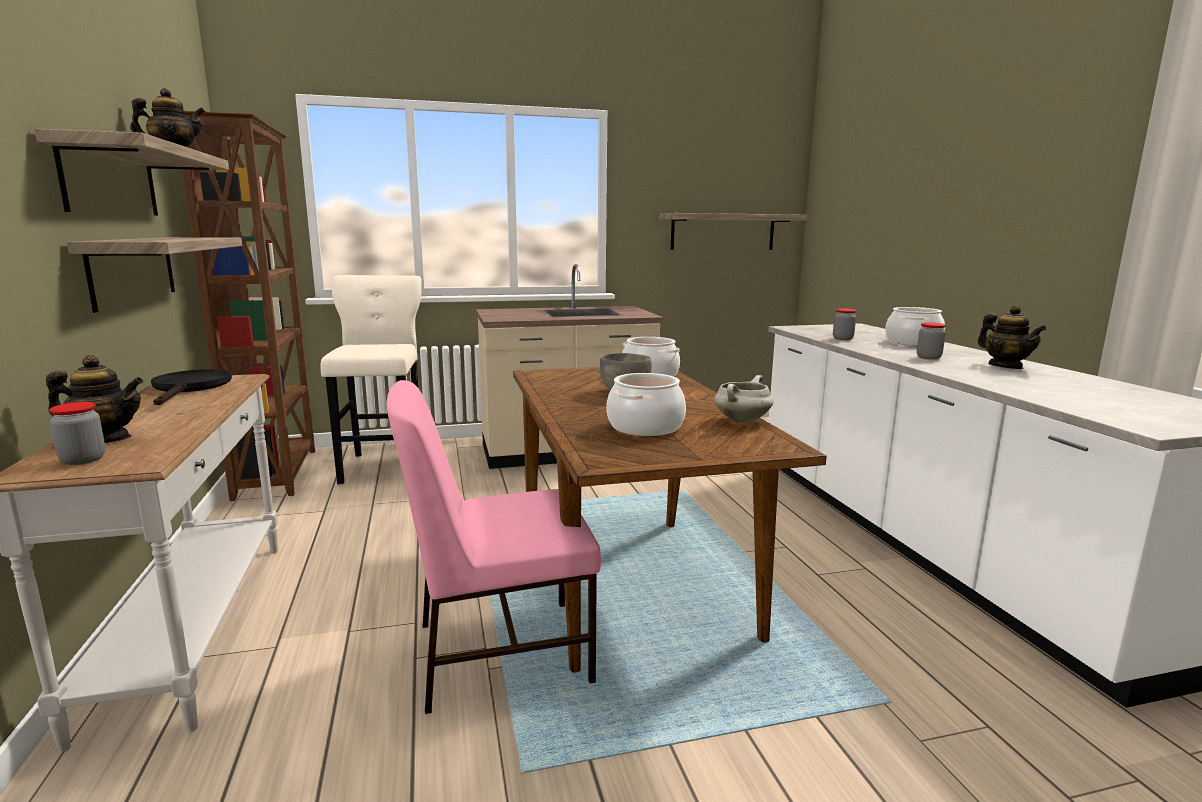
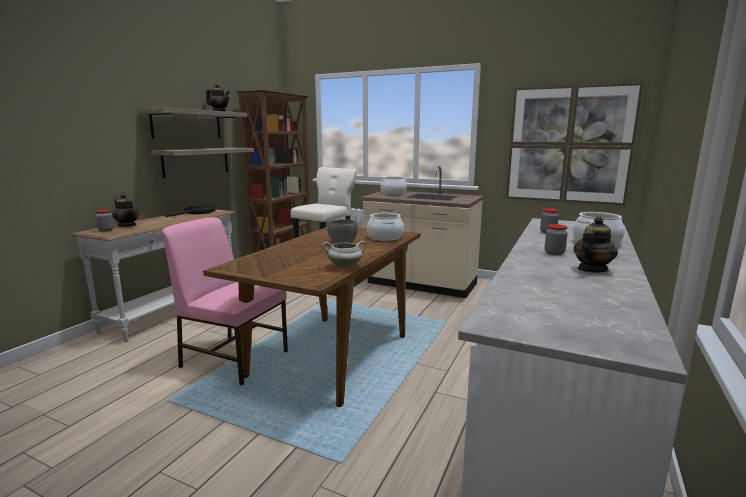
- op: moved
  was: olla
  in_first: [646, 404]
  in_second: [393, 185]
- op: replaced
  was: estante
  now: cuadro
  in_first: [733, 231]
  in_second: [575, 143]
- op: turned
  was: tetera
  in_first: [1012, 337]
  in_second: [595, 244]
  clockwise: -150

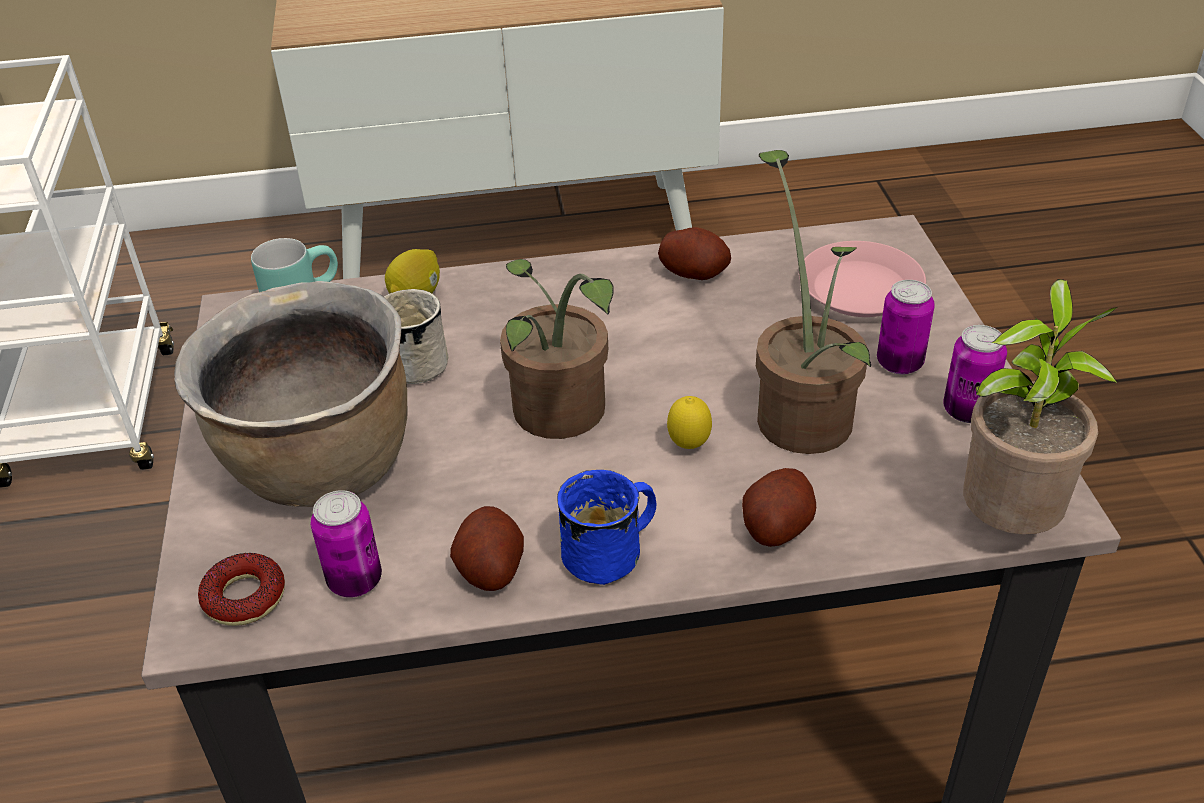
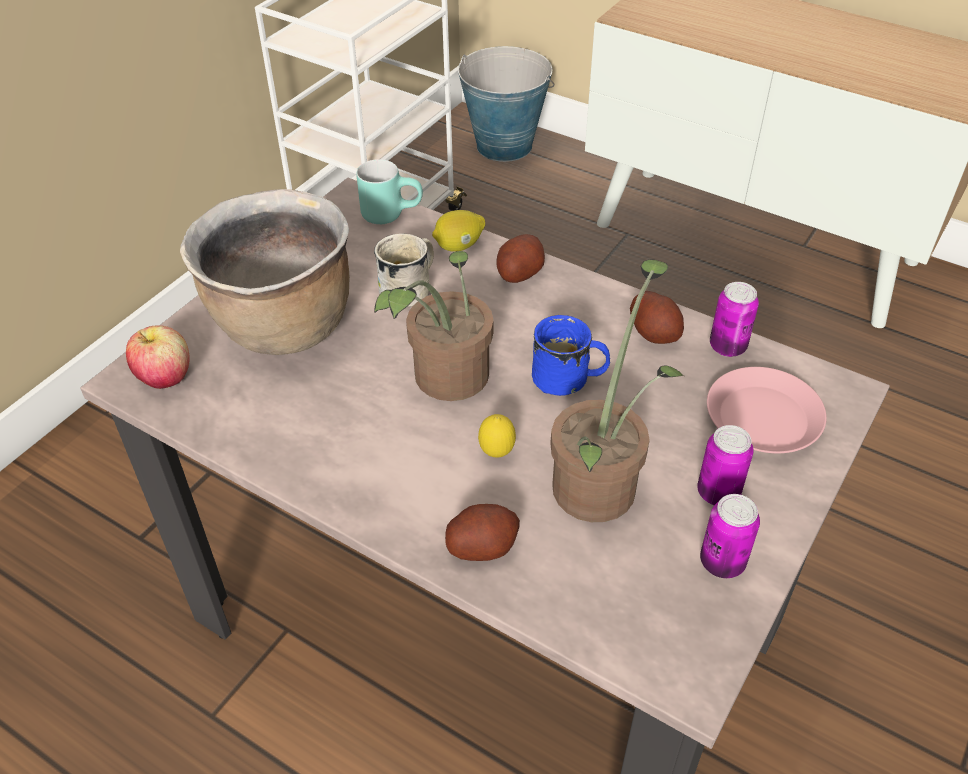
- op: replaced
  was: rosquilla
  now: manzana
  in_first: [241, 589]
  in_second: [158, 357]
- op: added
  now: cubo
  in_second: [506, 104]
- op: moved
  was: patata
  in_first: [487, 548]
  in_second: [520, 258]
- op: moved
  was: taza grande (azul)
  in_first: [606, 527]
  in_second: [571, 355]
- op: moved
  was: lata
  in_first: [346, 543]
  in_second: [734, 319]
- op: removed
  was: planta en maceta
  in_first: [1040, 407]

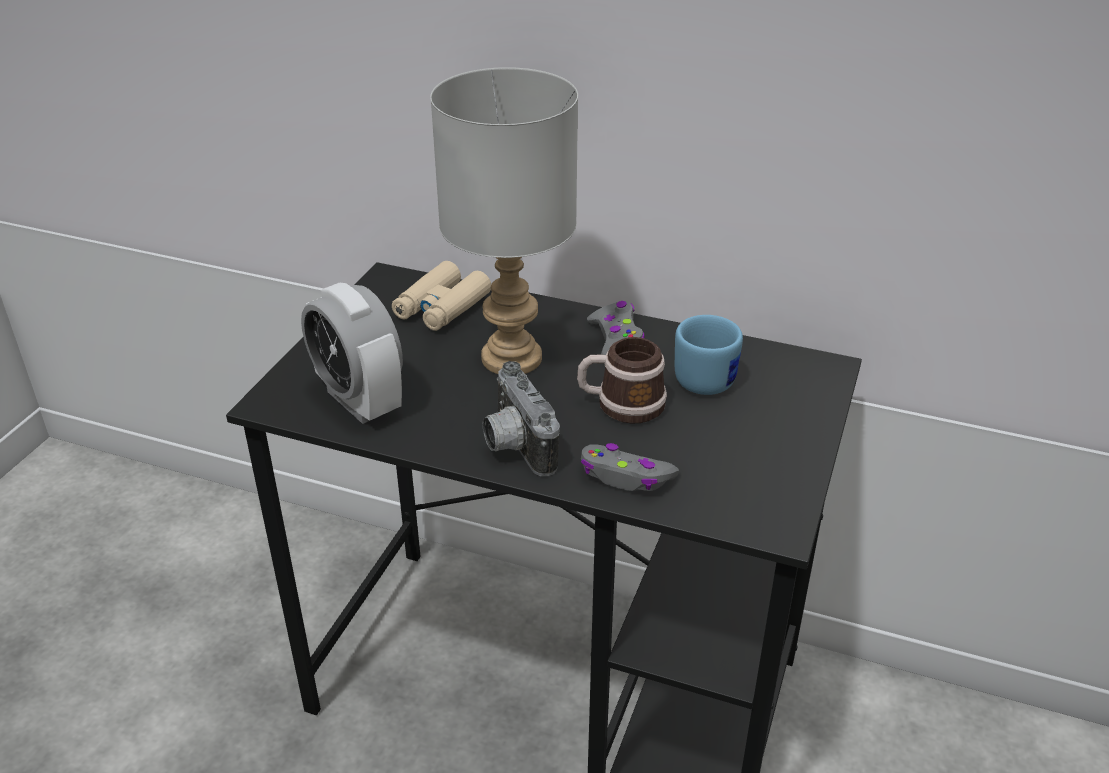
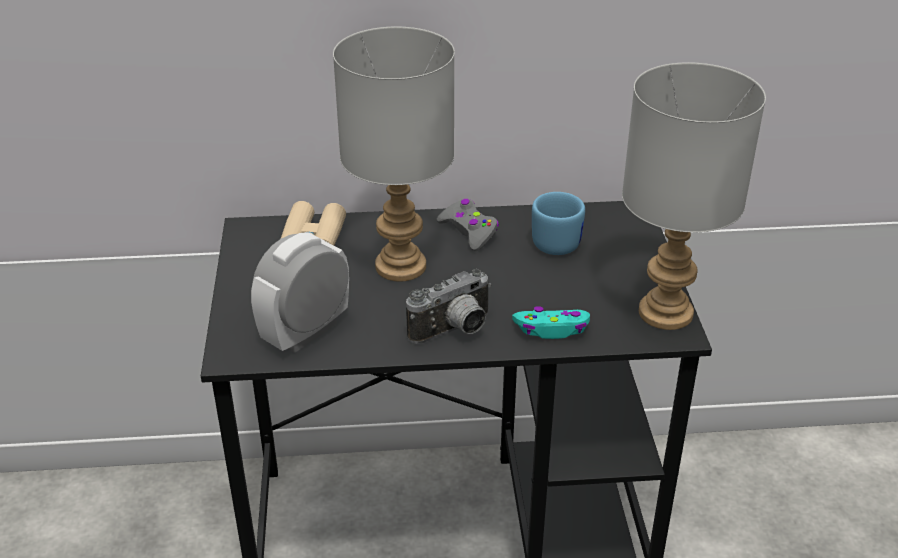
- op: turned
  was: despertador
  in_first: [352, 353]
  in_second: [300, 292]
  clockwise: 105
- op: turned
  was: cámara
  in_first: [521, 418]
  in_second: [448, 306]
  clockwise: -75
- op: recoloured
  was: mando de consola (gris)
  now: mando de consola (turquesa)
  in_first: [630, 467]
  in_second: [551, 323]
- op: added
  now: lámpara de mesa (gris)
  in_second: [694, 196]
- op: removed
  was: taza grande
  in_first: [622, 380]

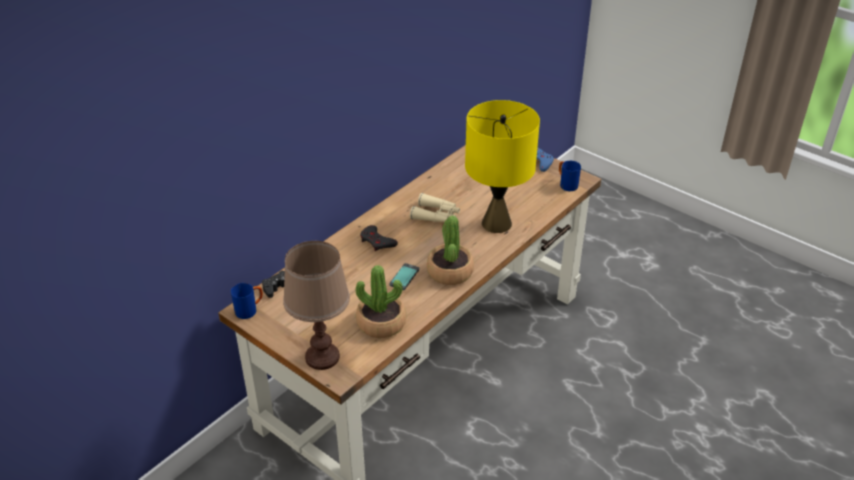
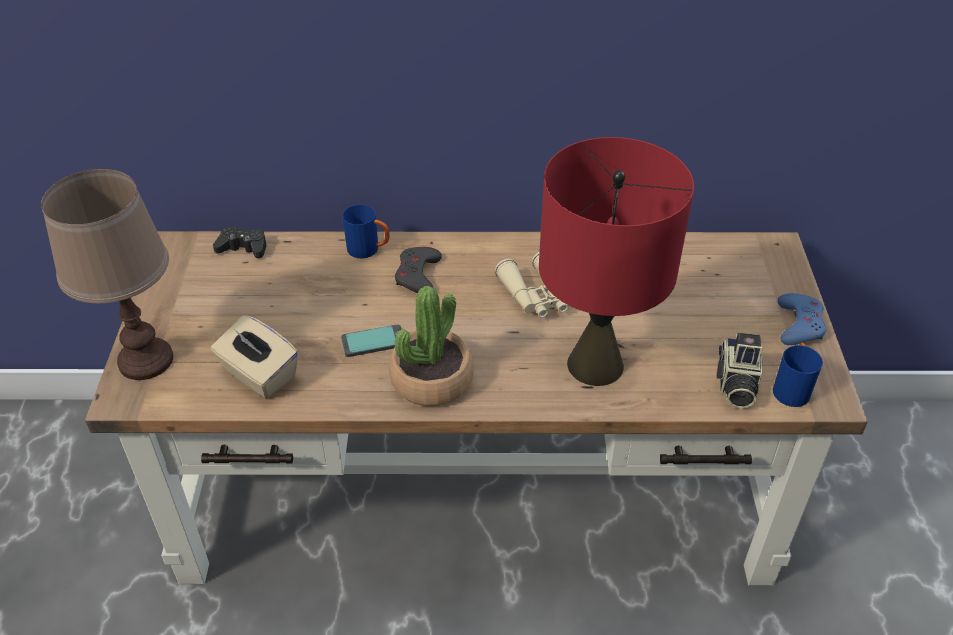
- op: replaced
  was: planta en maceta
  now: caja de pañuelos (beis)
  in_first: [381, 301]
  in_second: [255, 356]
- op: moved
  was: taza grande (azul)
  in_first: [247, 301]
  in_second: [366, 231]
- op: recoloured
  was: lámpara de mesa (amarillo)
  now: lámpara de mesa (rojo)
  in_first: [502, 166]
  in_second: [616, 261]
- op: added
  now: cámara
  in_second: [739, 370]

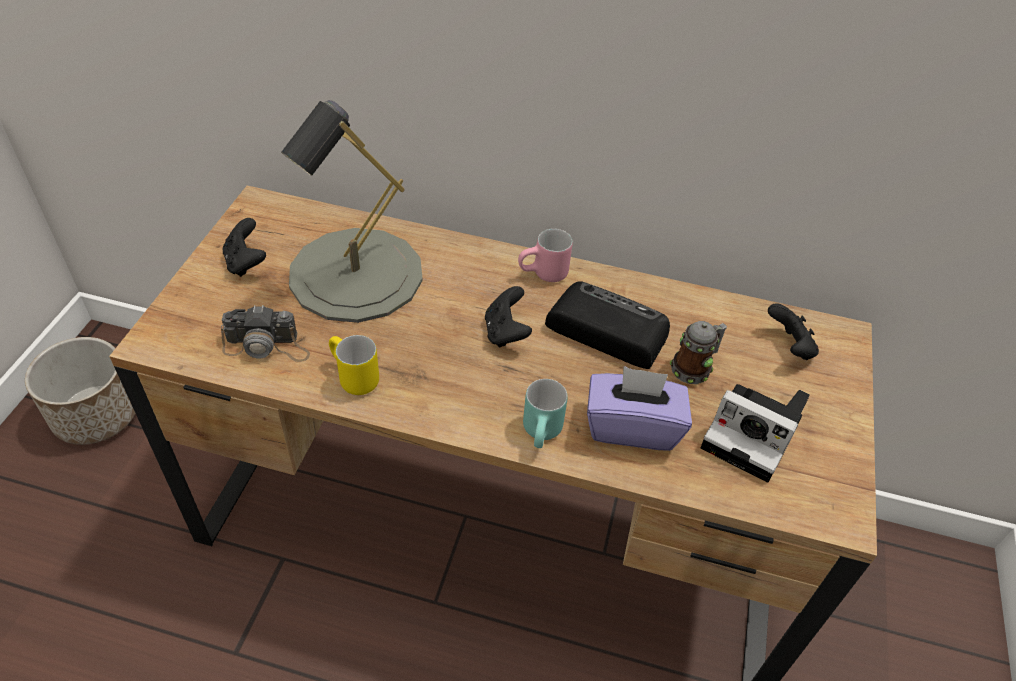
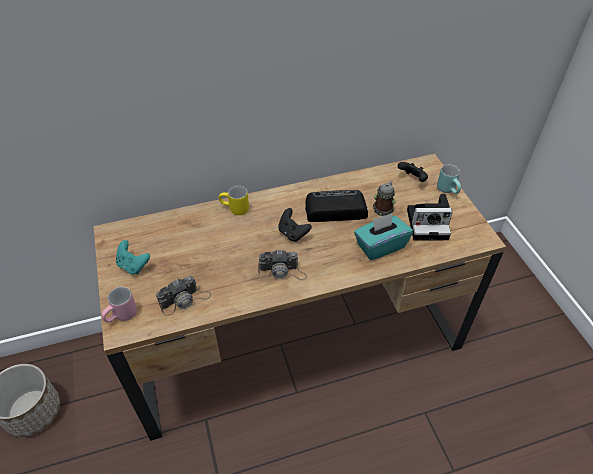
- op: moved
  was: taza grande (rosa)
  in_first: [545, 255]
  in_second: [119, 304]
- op: recoloured
  was: mando de consola (negro)
  now: mando de consola (turquesa)
  in_first: [244, 247]
  in_second: [133, 257]
- op: moved
  was: taza grande (amarillo)
  in_first: [354, 365]
  in_second: [234, 200]
- op: added
  now: cámara
  in_second: [282, 265]
- op: recoloured
  was: caja de pañuelos (morado)
  now: caja de pañuelos (turquesa)
  in_first: [639, 408]
  in_second: [383, 236]
- op: moved
  was: taza grande (turquesa)
  in_first: [545, 413]
  in_second: [449, 179]
- op: removed
  was: lámpara de mesa (gris)
  in_first: [352, 211]

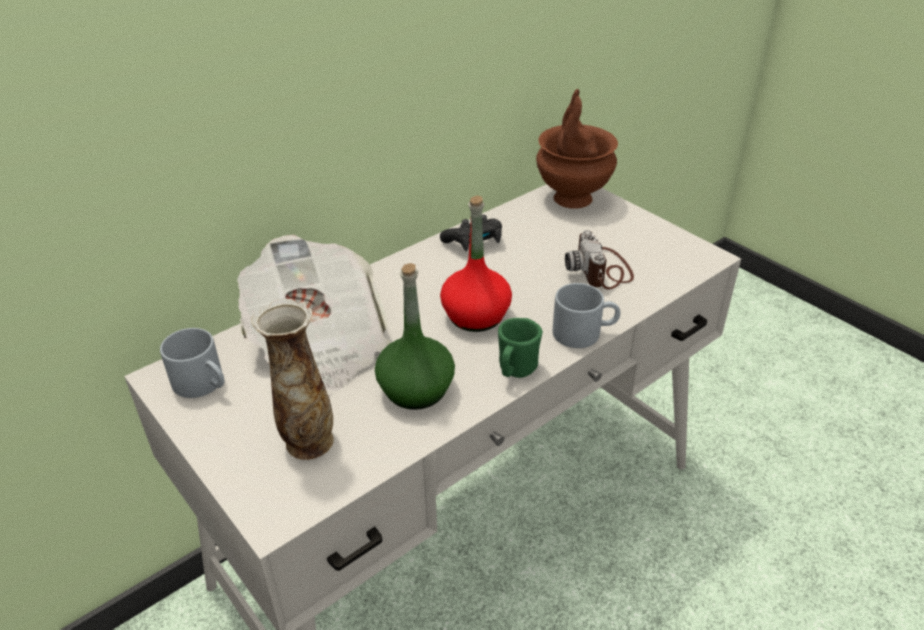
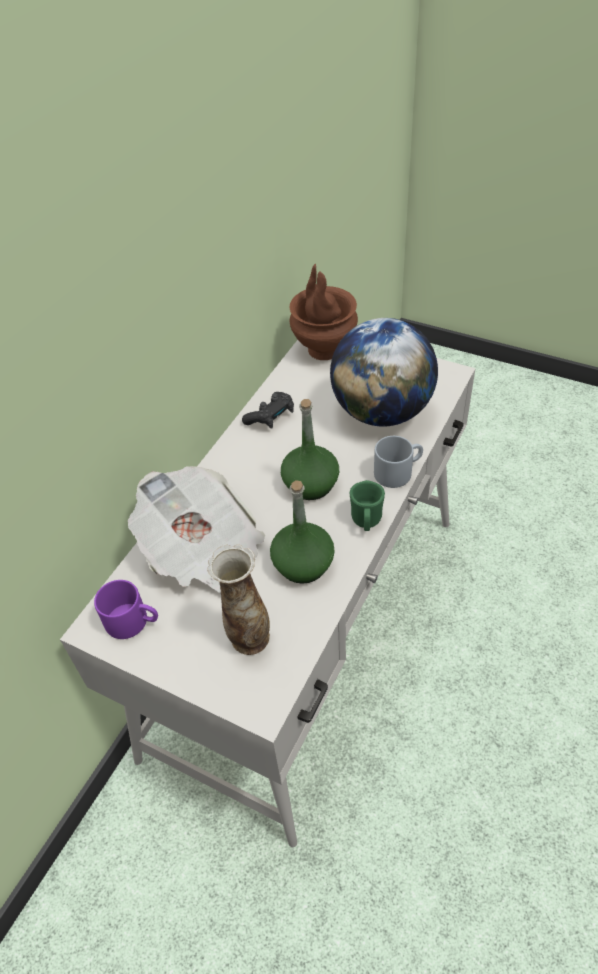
- op: recoloured
  was: taza grande (gris)
  now: taza grande (morado)
  in_first: [192, 363]
  in_second: [126, 609]
- op: recoloured
  was: botella (rojo)
  now: botella (verde)
  in_first: [476, 264]
  in_second: [310, 449]
- op: replaced
  was: cámara
  now: globo terráqueo
  in_first: [599, 260]
  in_second: [384, 372]

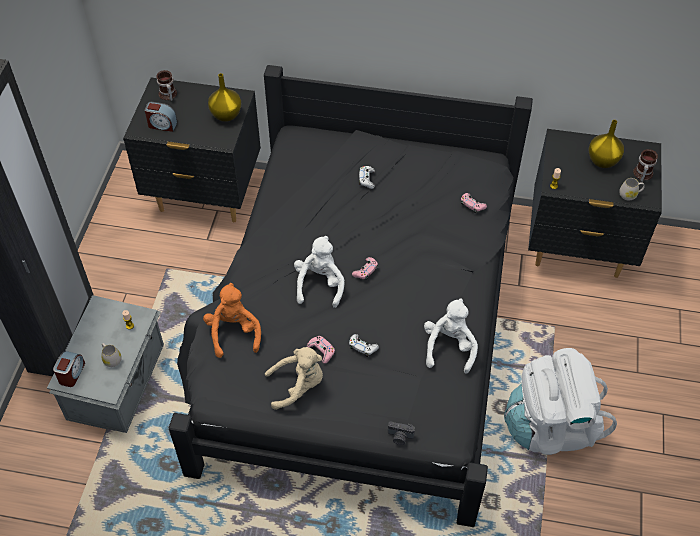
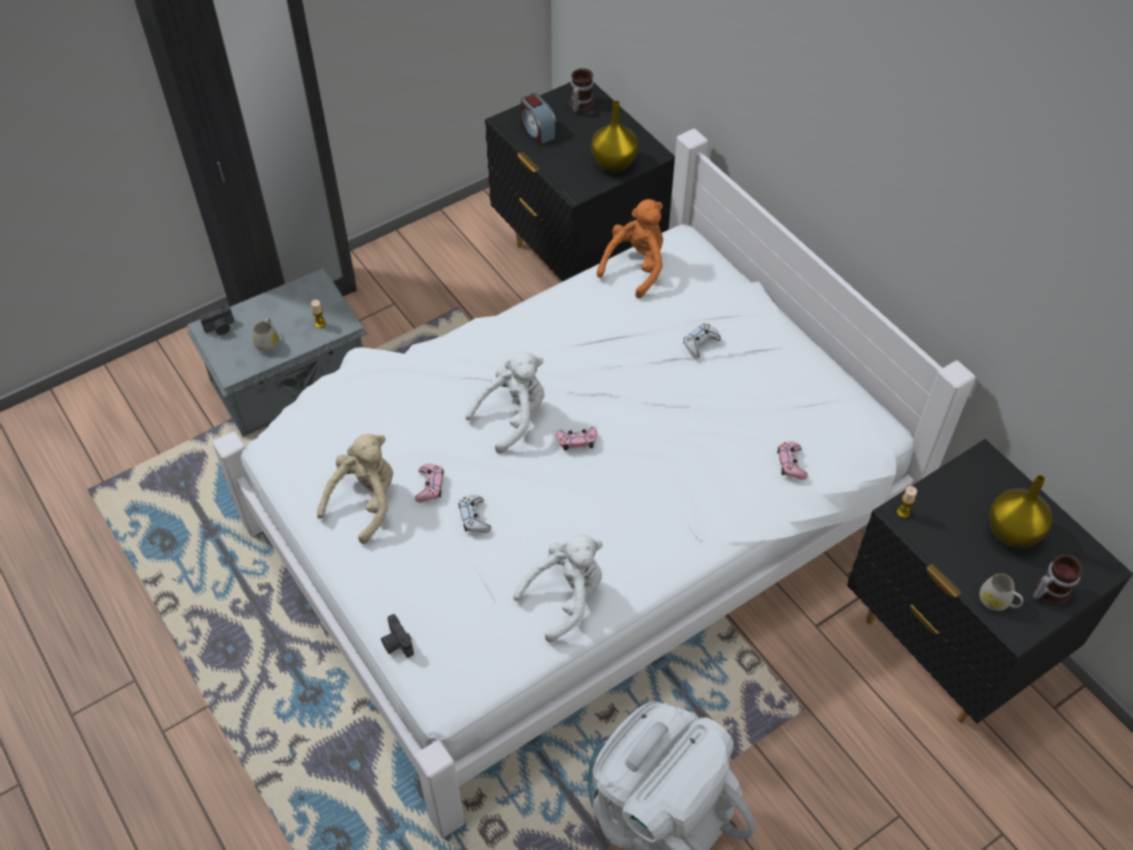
- op: replaced
  was: despertador
  now: cámara
  in_first: [69, 369]
  in_second: [217, 320]
- op: recoloured
  was: cama (negro)
  now: cama (blanco)
  in_first: [351, 296]
  in_second: [594, 483]
- op: turned
  was: peluche (beis)
  in_first: [294, 378]
  in_second: [355, 489]
  clockwise: -90
- op: moved
  was: peluche (naranja)
  in_first: [232, 320]
  in_second: [630, 248]

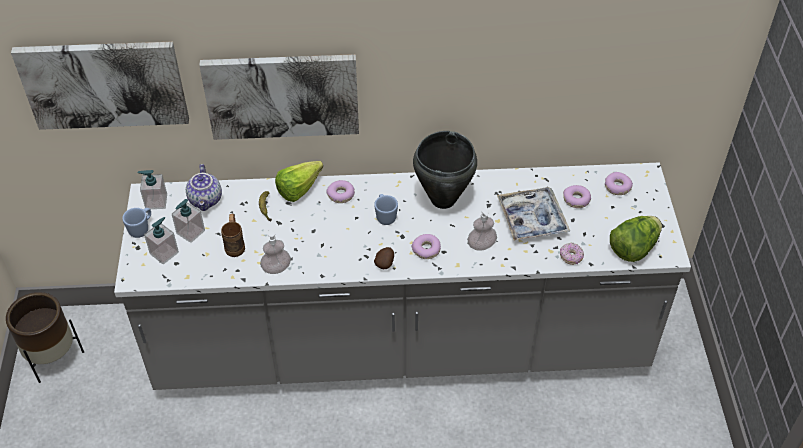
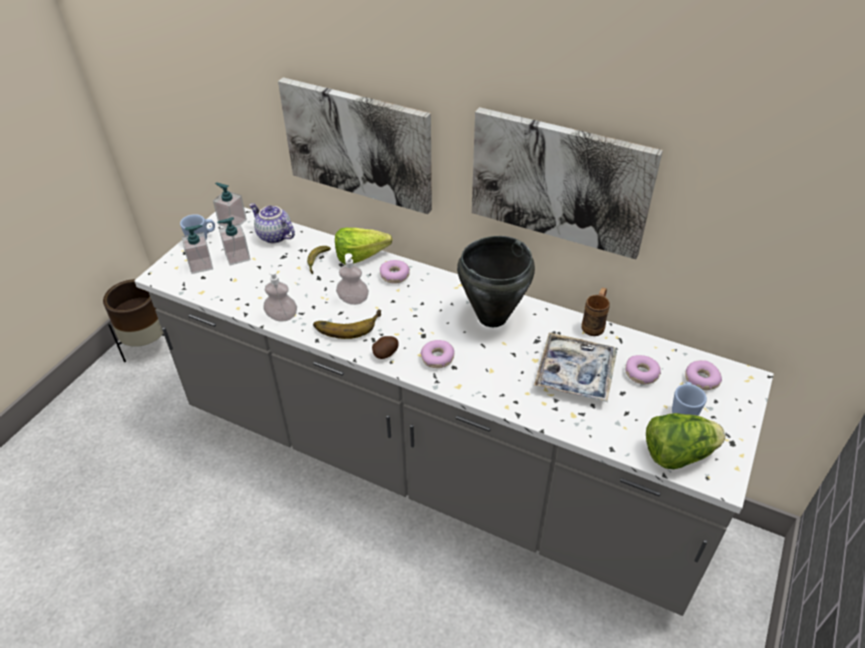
- op: turned
  was: tetera
  in_first: [204, 187]
  in_second: [272, 223]
  clockwise: 105
- op: added
  now: plátano
  in_second: [347, 324]
- op: moved
  was: dispensador de jabón
  in_first: [482, 229]
  in_second: [352, 279]
- op: moved
  was: cuadro
  in_first: [100, 85]
  in_second: [567, 183]
- op: moved
  was: taza grande (marrón)
  in_first: [233, 235]
  in_second: [596, 312]
- op: moved
  was: taza grande (azul)
  in_first: [386, 209]
  in_second: [689, 399]
- op: removed
  was: rosquilla
  in_first: [572, 254]

